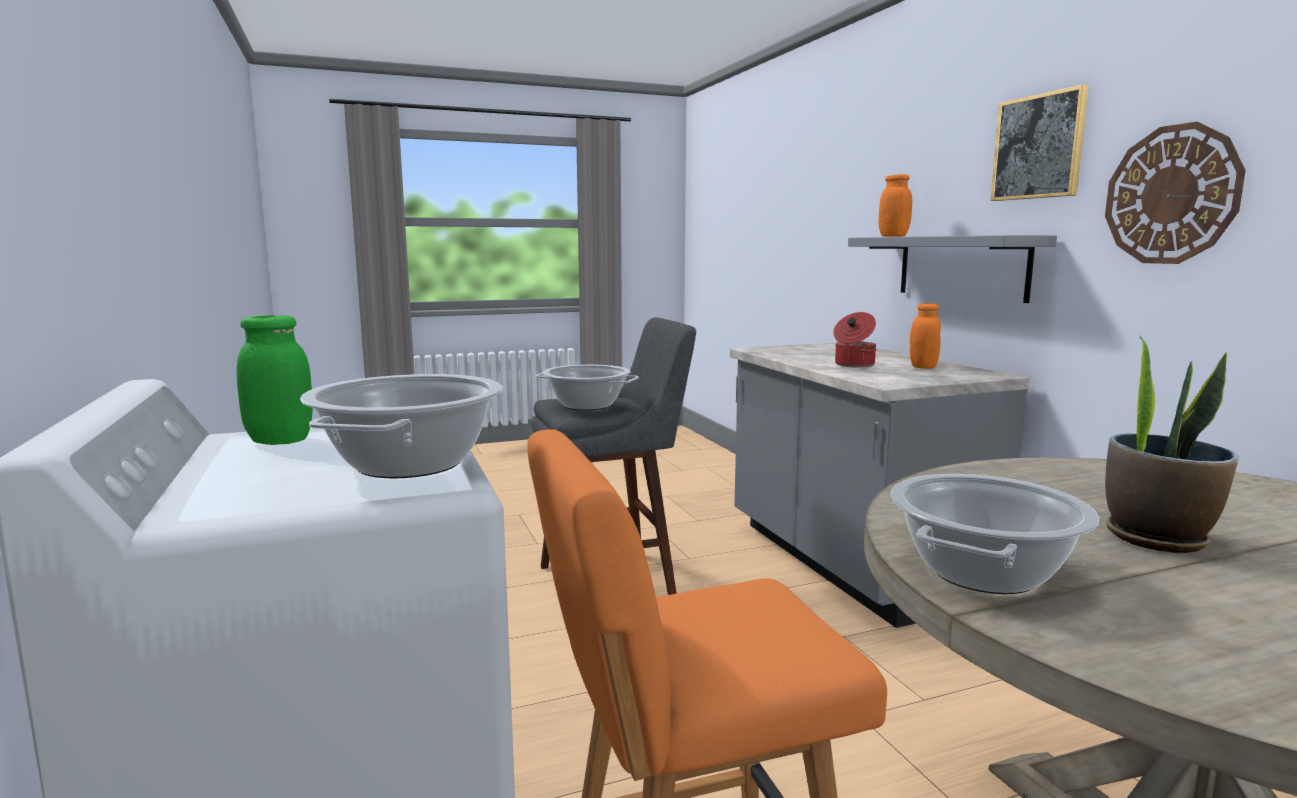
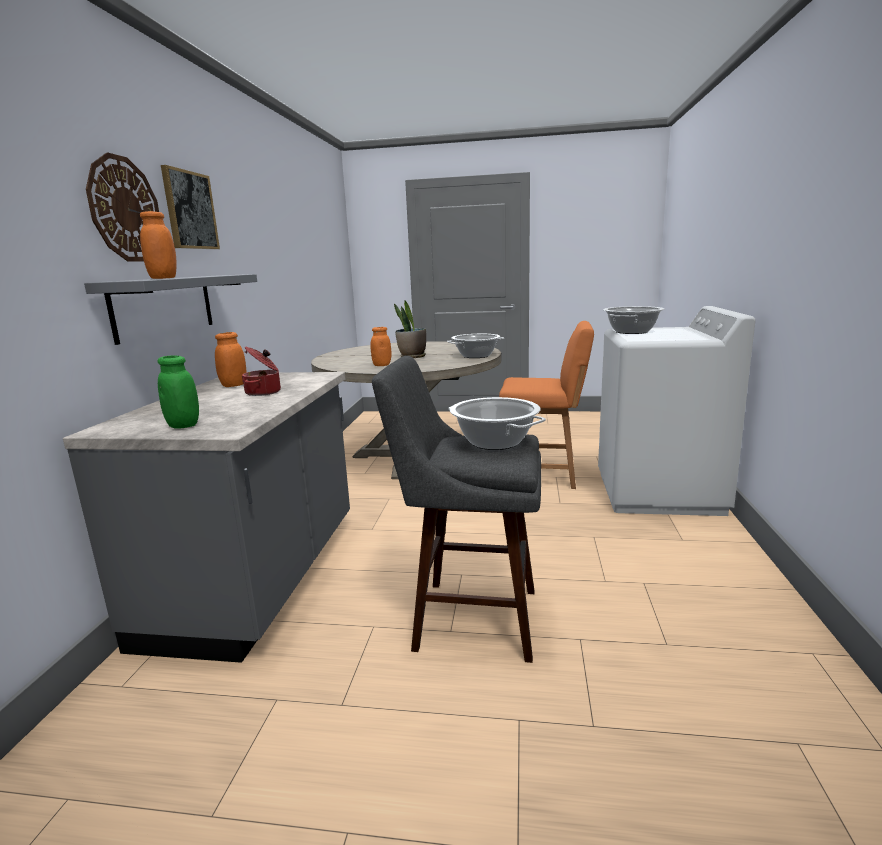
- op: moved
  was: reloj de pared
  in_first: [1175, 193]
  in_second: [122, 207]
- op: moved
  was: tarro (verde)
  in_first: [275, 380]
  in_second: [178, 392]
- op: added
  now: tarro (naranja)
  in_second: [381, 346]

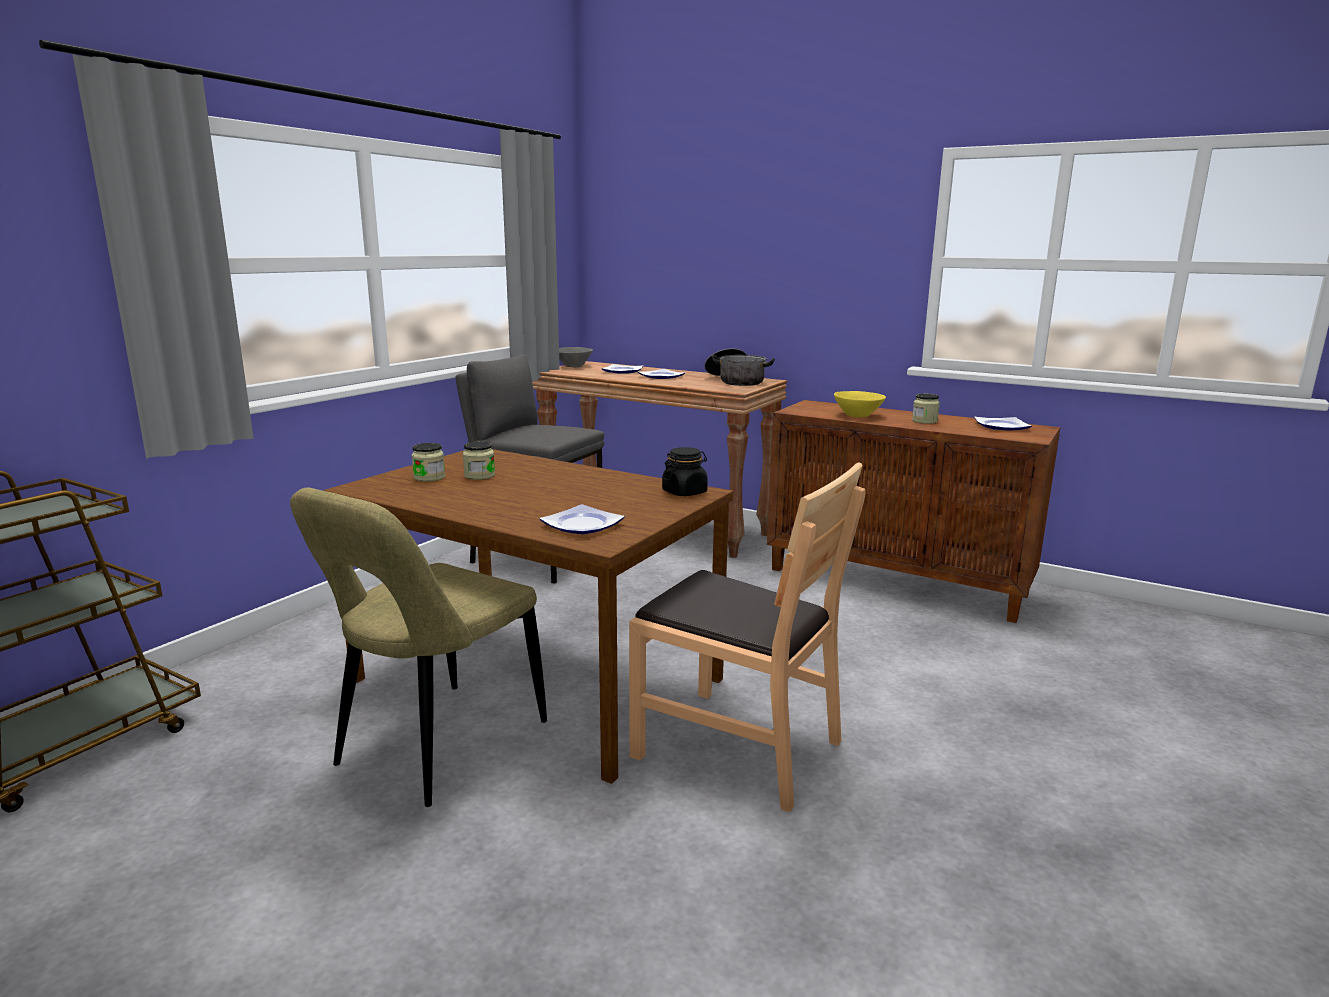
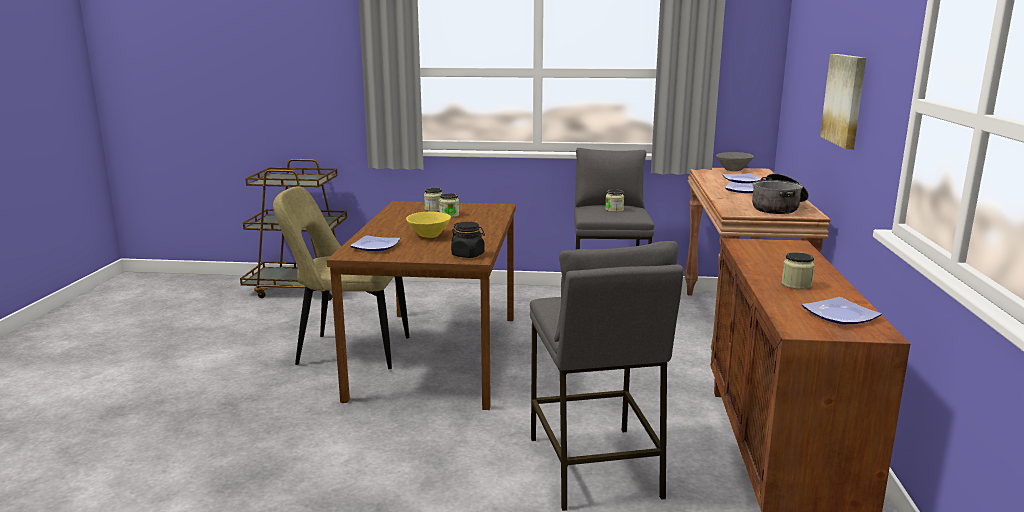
- op: moved
  was: cuenco (amarillo)
  in_first: [860, 404]
  in_second: [428, 225]
- op: added
  now: taburete (gris)
  in_second: [607, 376]
- op: added
  now: tarro
  in_second: [614, 200]
- op: added
  now: cuadro
  in_second: [843, 101]
- op: removed
  was: silla (marrón)
  in_first: [747, 637]

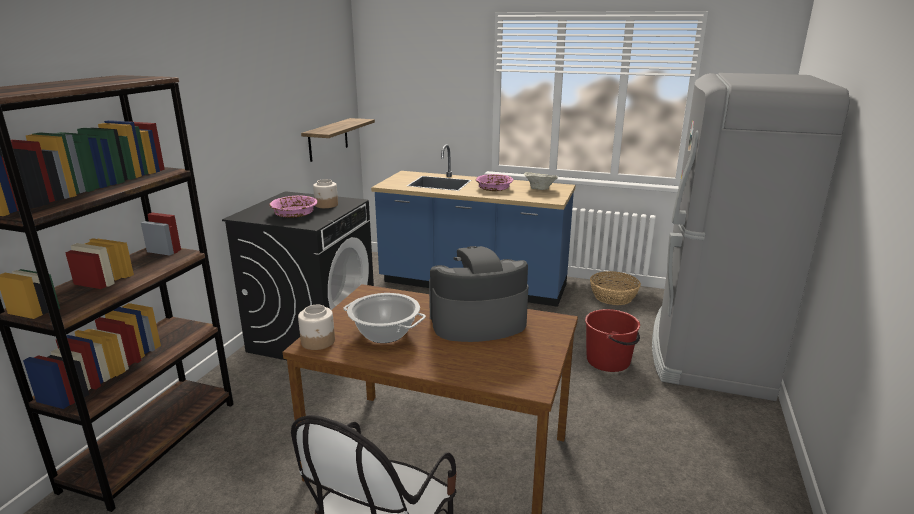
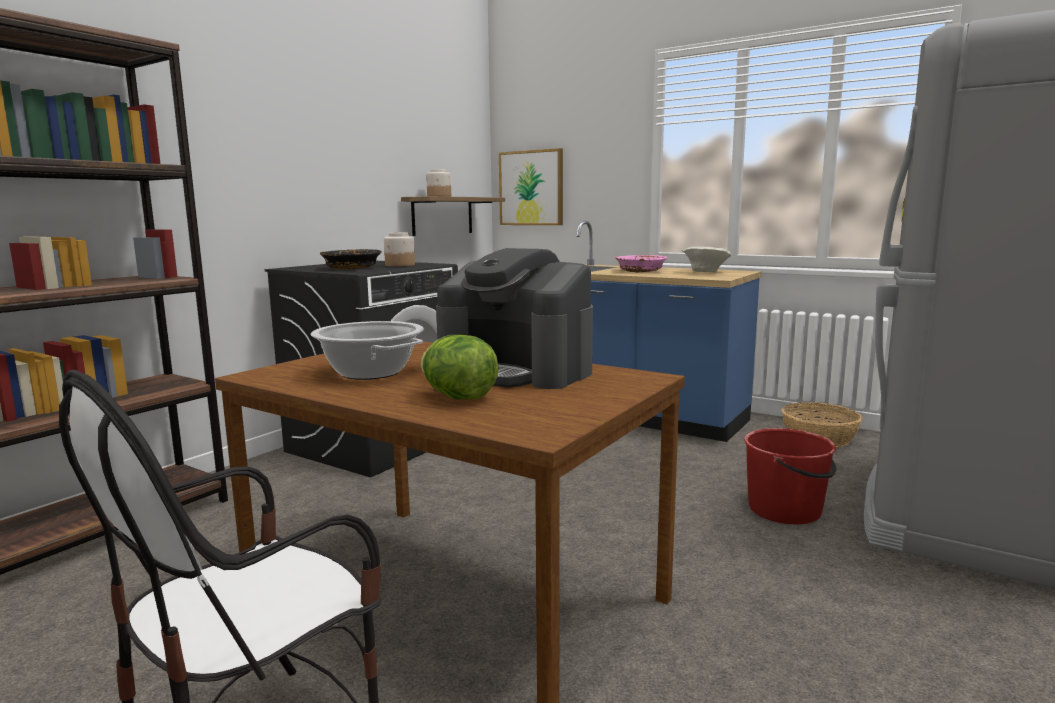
- op: recoloured
  was: cuenco (rosa)
  now: cuenco (negro)
  in_first: [293, 207]
  in_second: [351, 259]
- op: added
  now: lechuga
  in_second: [460, 367]
- op: moved
  was: tarro
  in_first: [316, 327]
  in_second: [438, 183]
- op: turned
  was: cafetera
  in_first: [479, 294]
  in_second: [514, 318]
  clockwise: -150
- op: added
  now: cuadro
  in_second: [531, 186]

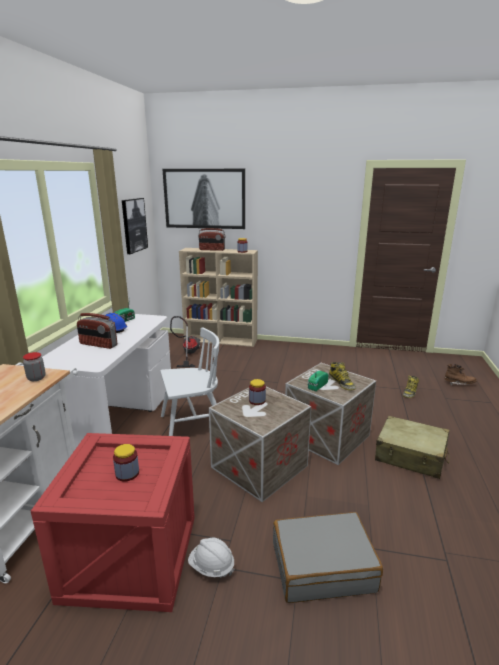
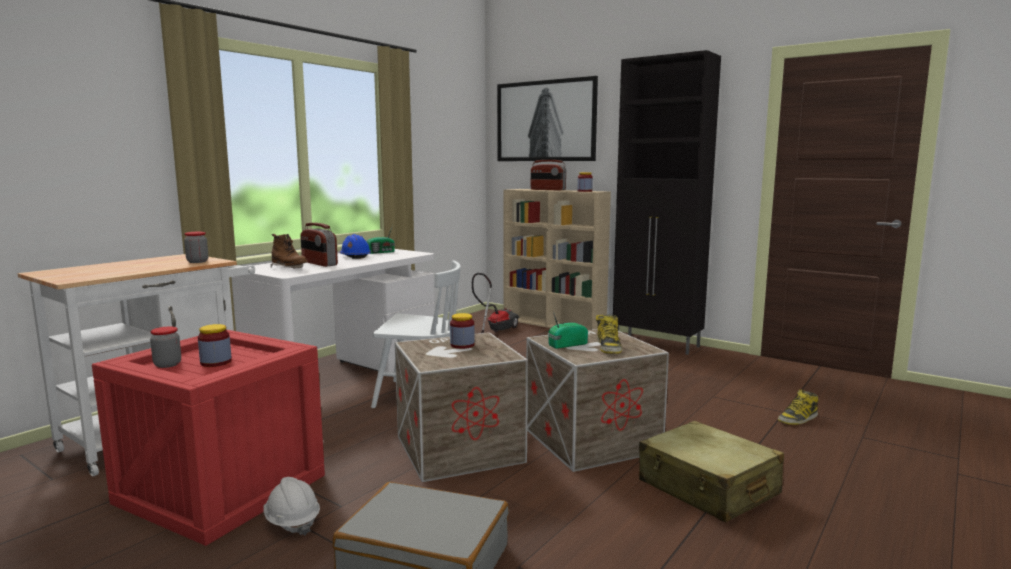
- op: added
  now: tarro
  in_second: [165, 347]
- op: moved
  was: bota (marrón)
  in_first: [460, 374]
  in_second: [289, 251]
- op: added
  now: armario (negro)
  in_second: [667, 202]
- op: removed
  was: cuadro
  in_first: [135, 226]

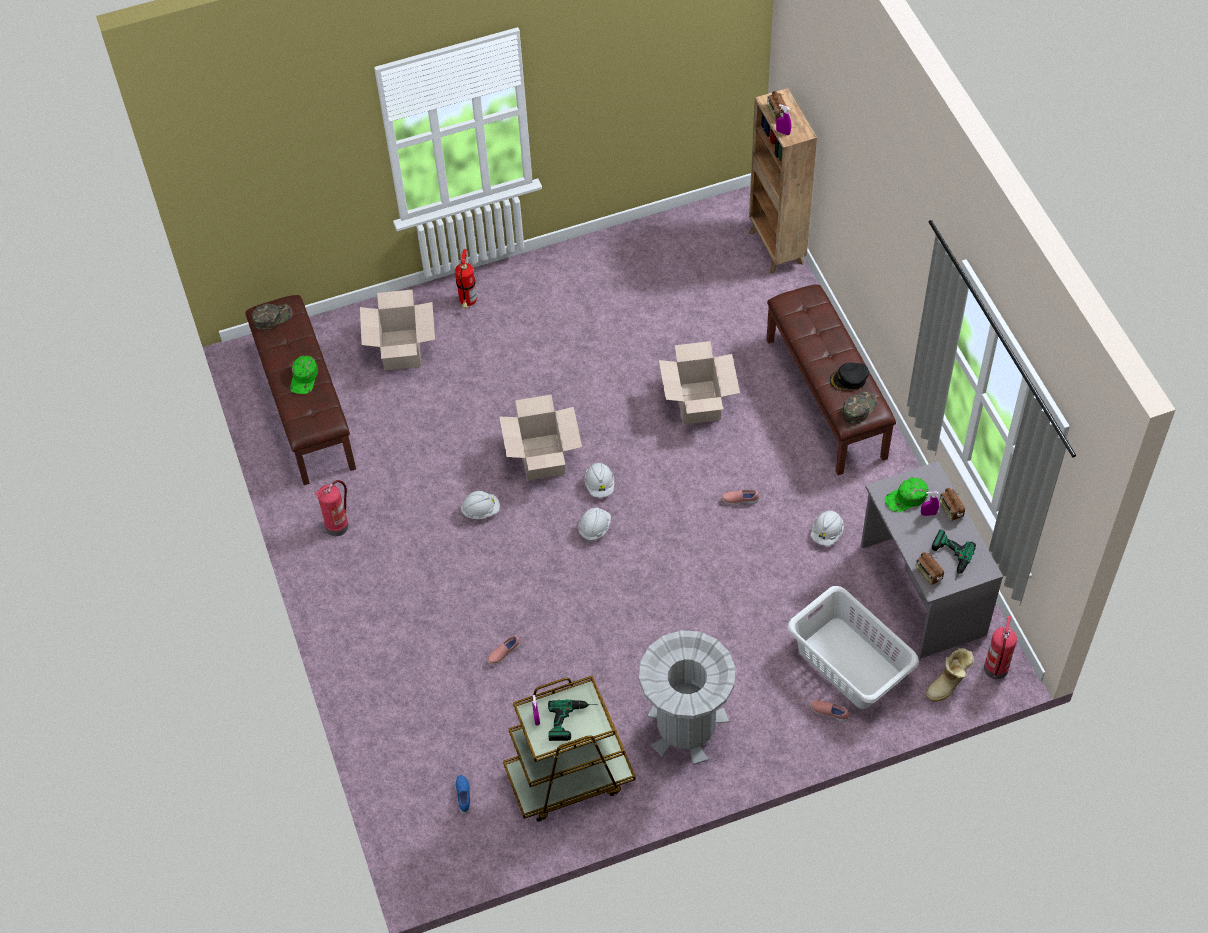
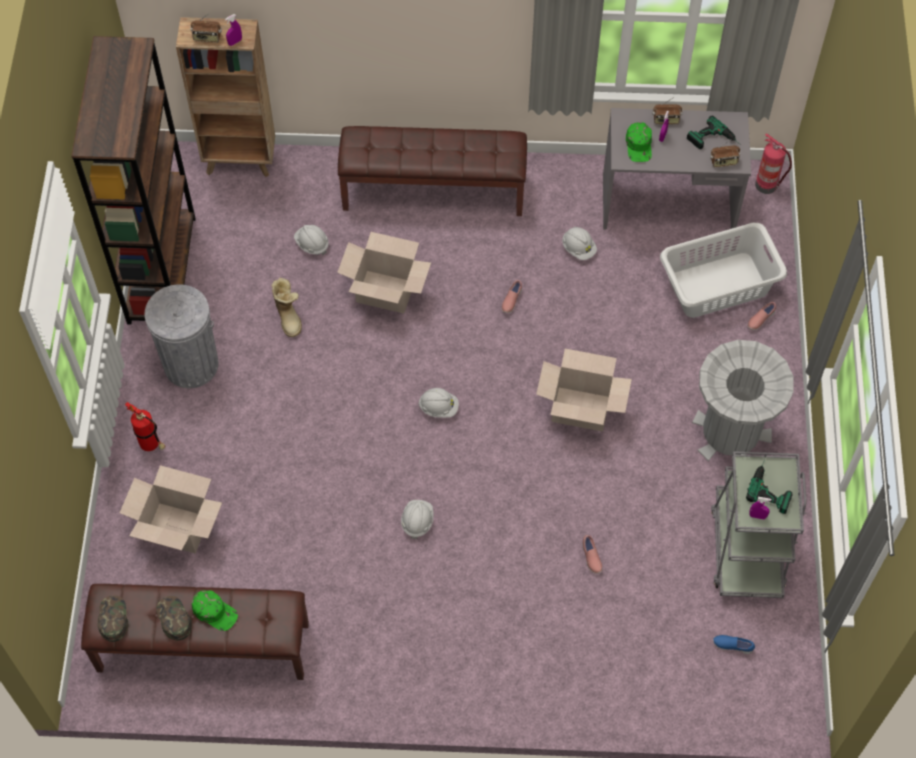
- op: added
  now: estantería (marrón)
  in_second: [133, 180]
- op: added
  now: papelera (gris)
  in_second: [182, 336]
- op: moved
  was: gorra (verde)
  in_first: [860, 408]
  in_second: [174, 618]
- op: moved
  was: bota
  in_first: [949, 675]
  in_second: [286, 307]
- op: moved
  was: casco (blanco)
  in_first: [594, 525]
  in_second: [311, 240]
- op: moved
  was: caja de cartón
  in_first: [540, 437]
  in_second: [584, 390]
- op: recoloured
  was: carrito (marrón)
  now: carrito (gris)
  in_first: [569, 749]
  in_second: [758, 524]
- op: removed
  was: extintor
  in_first: [332, 508]
- op: removed
  was: gorra (negro)
  in_first: [849, 377]

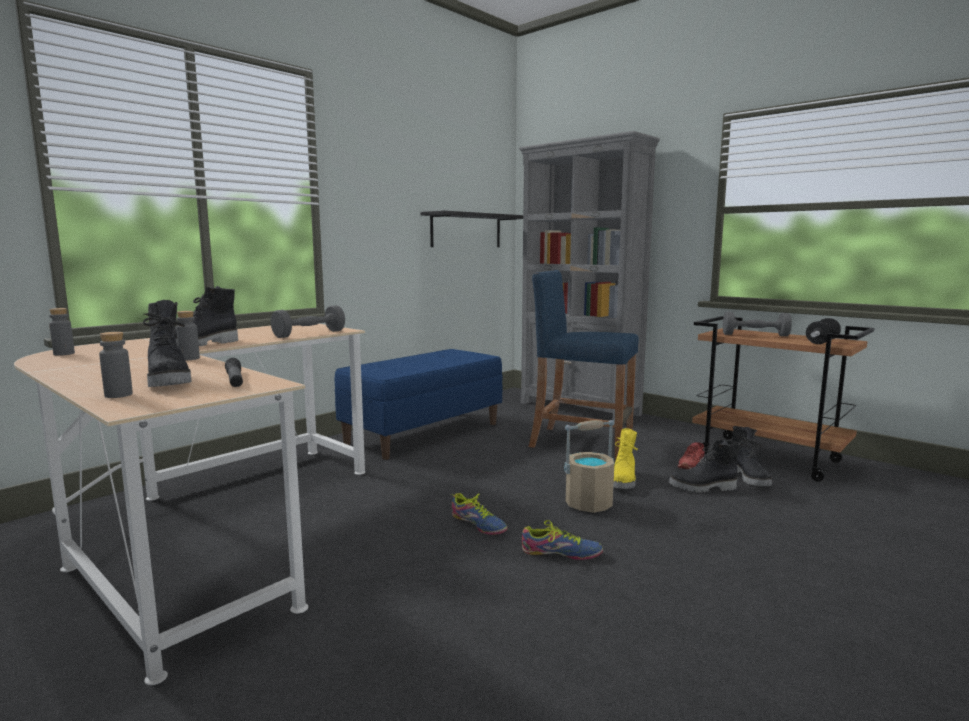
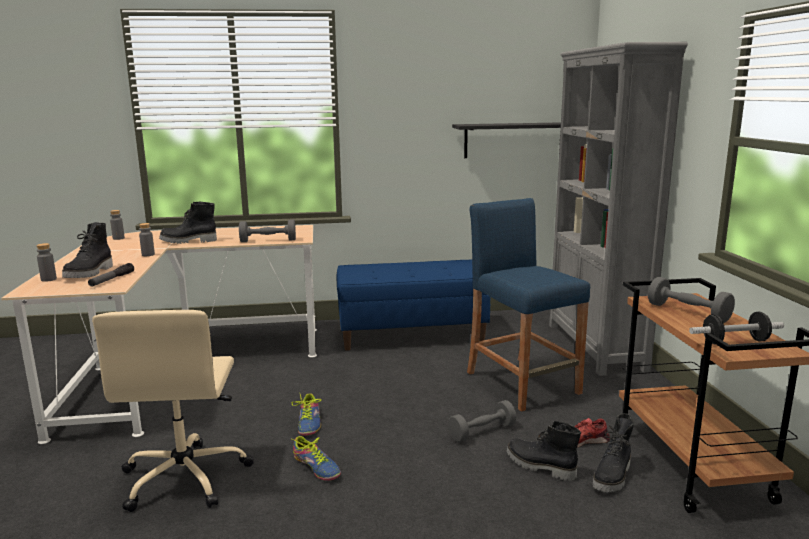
- op: added
  now: silla de oficina (beis)
  in_second: [173, 411]
- op: replaced
  was: bota (amarillo)
  now: mancuerna (gris)
  in_first: [625, 458]
  in_second: [482, 421]
- op: removed
  was: cubo (beis)
  in_first: [589, 466]

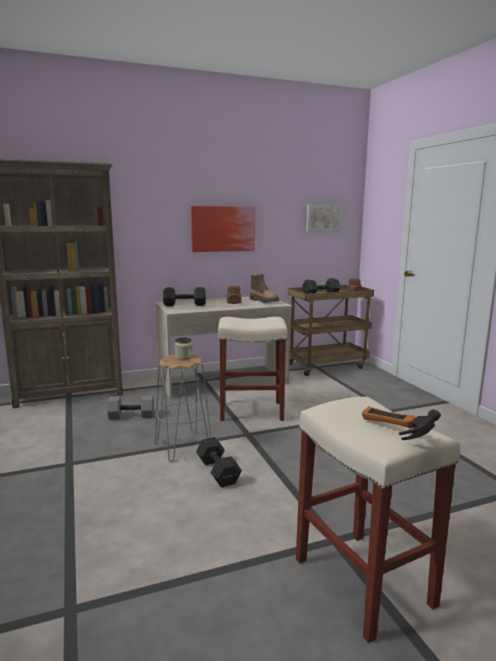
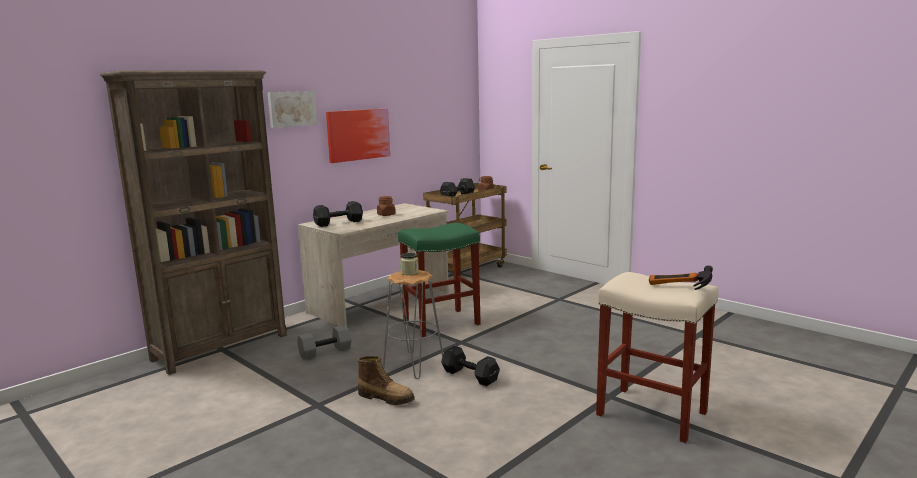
- op: moved
  was: cuadro
  in_first: [324, 218]
  in_second: [292, 109]
- op: moved
  was: bota
  in_first: [264, 288]
  in_second: [386, 380]
- op: recoloured
  was: taburete (beis)
  now: taburete (verde)
  in_first: [253, 369]
  in_second: [439, 280]

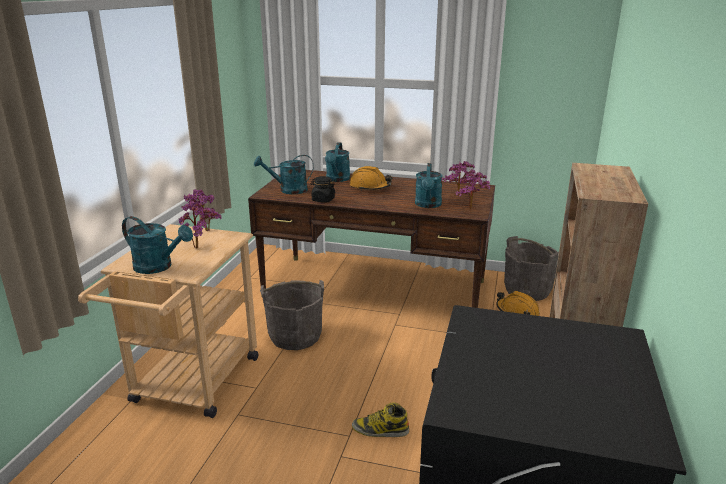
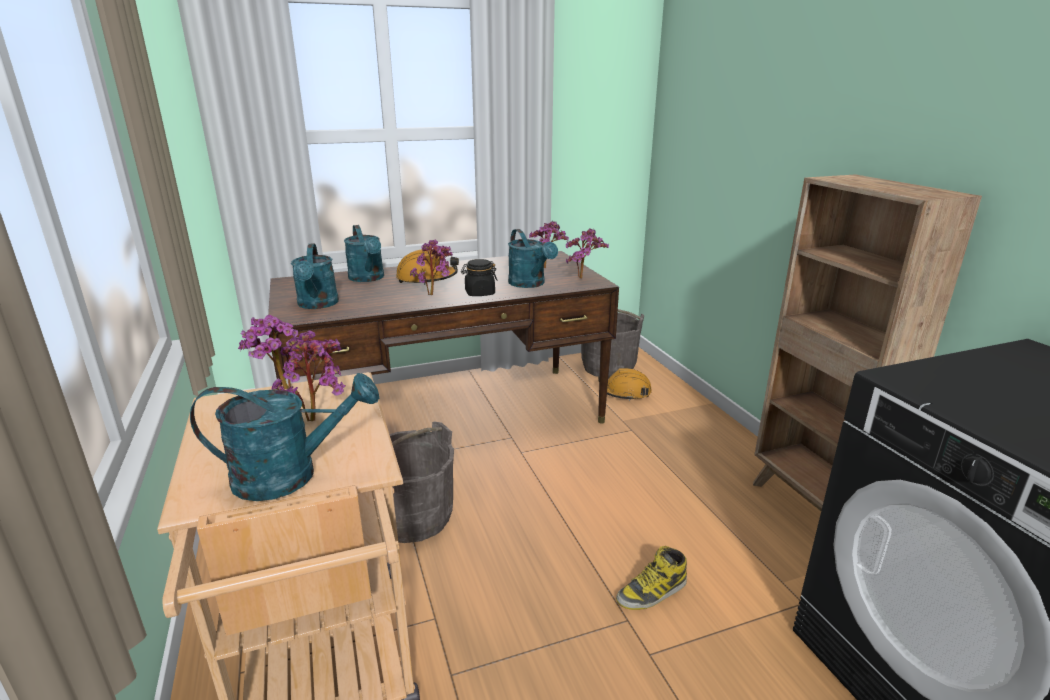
- op: turned
  was: regadera (turquesa)
  in_first: [284, 174]
  in_second: [315, 276]
  clockwise: -60
- op: added
  now: planta en maceta
  in_second: [431, 267]
- op: moved
  was: tarro (negro)
  in_first: [322, 189]
  in_second: [479, 277]

